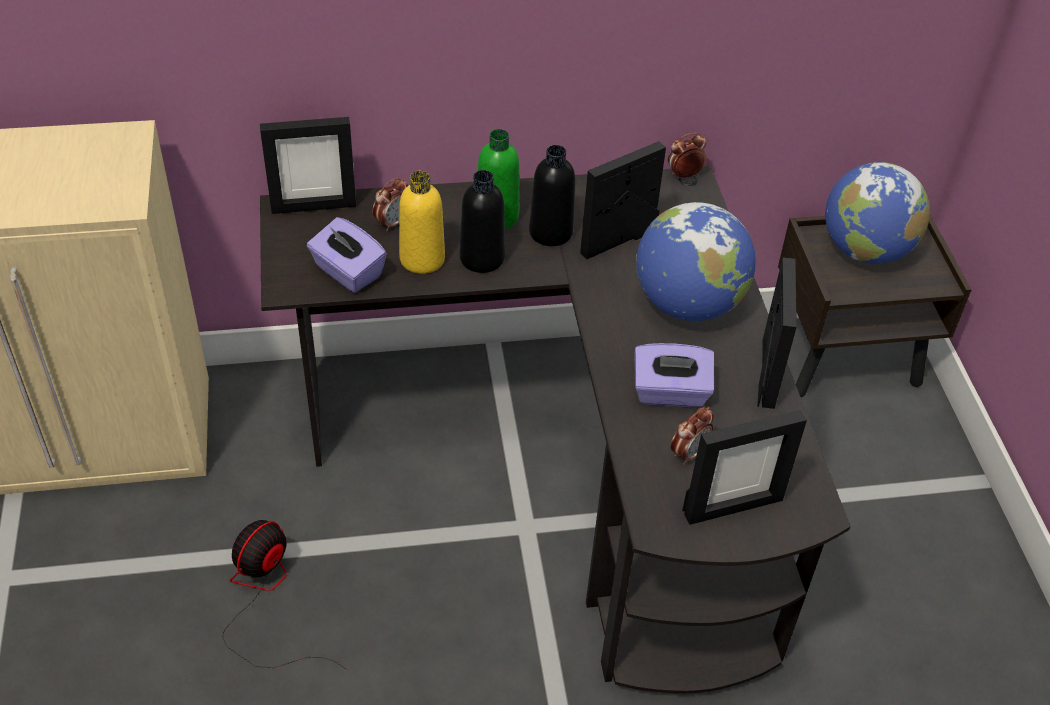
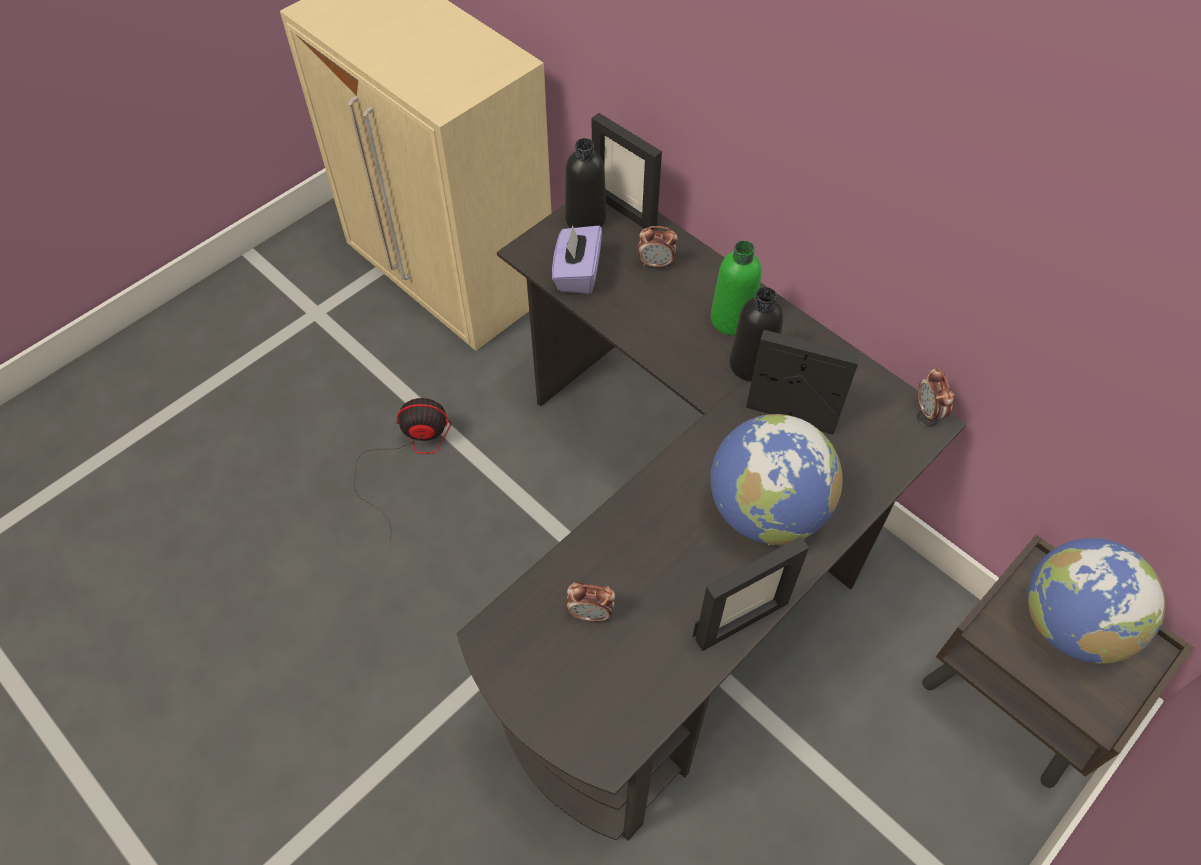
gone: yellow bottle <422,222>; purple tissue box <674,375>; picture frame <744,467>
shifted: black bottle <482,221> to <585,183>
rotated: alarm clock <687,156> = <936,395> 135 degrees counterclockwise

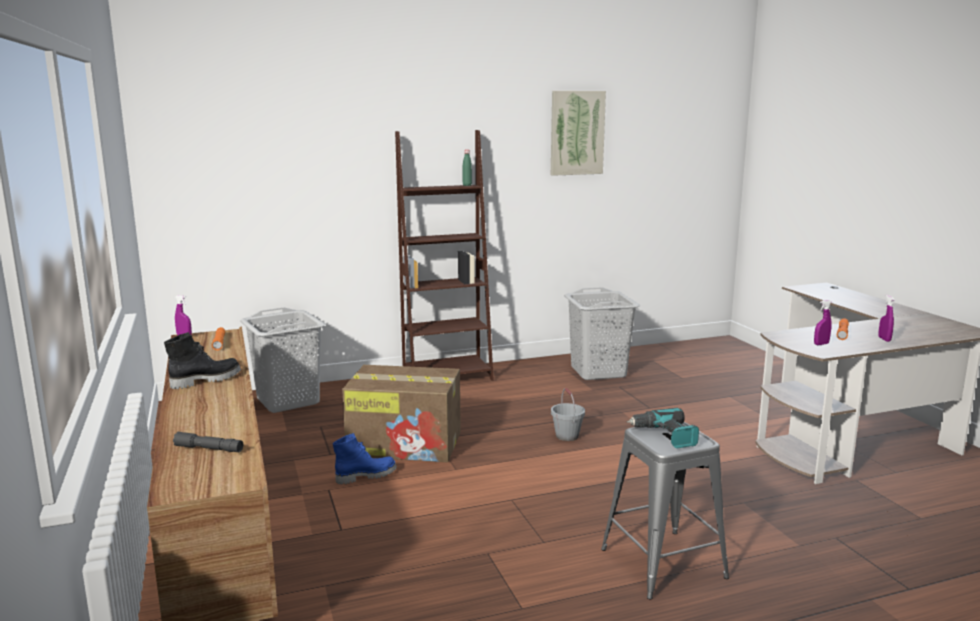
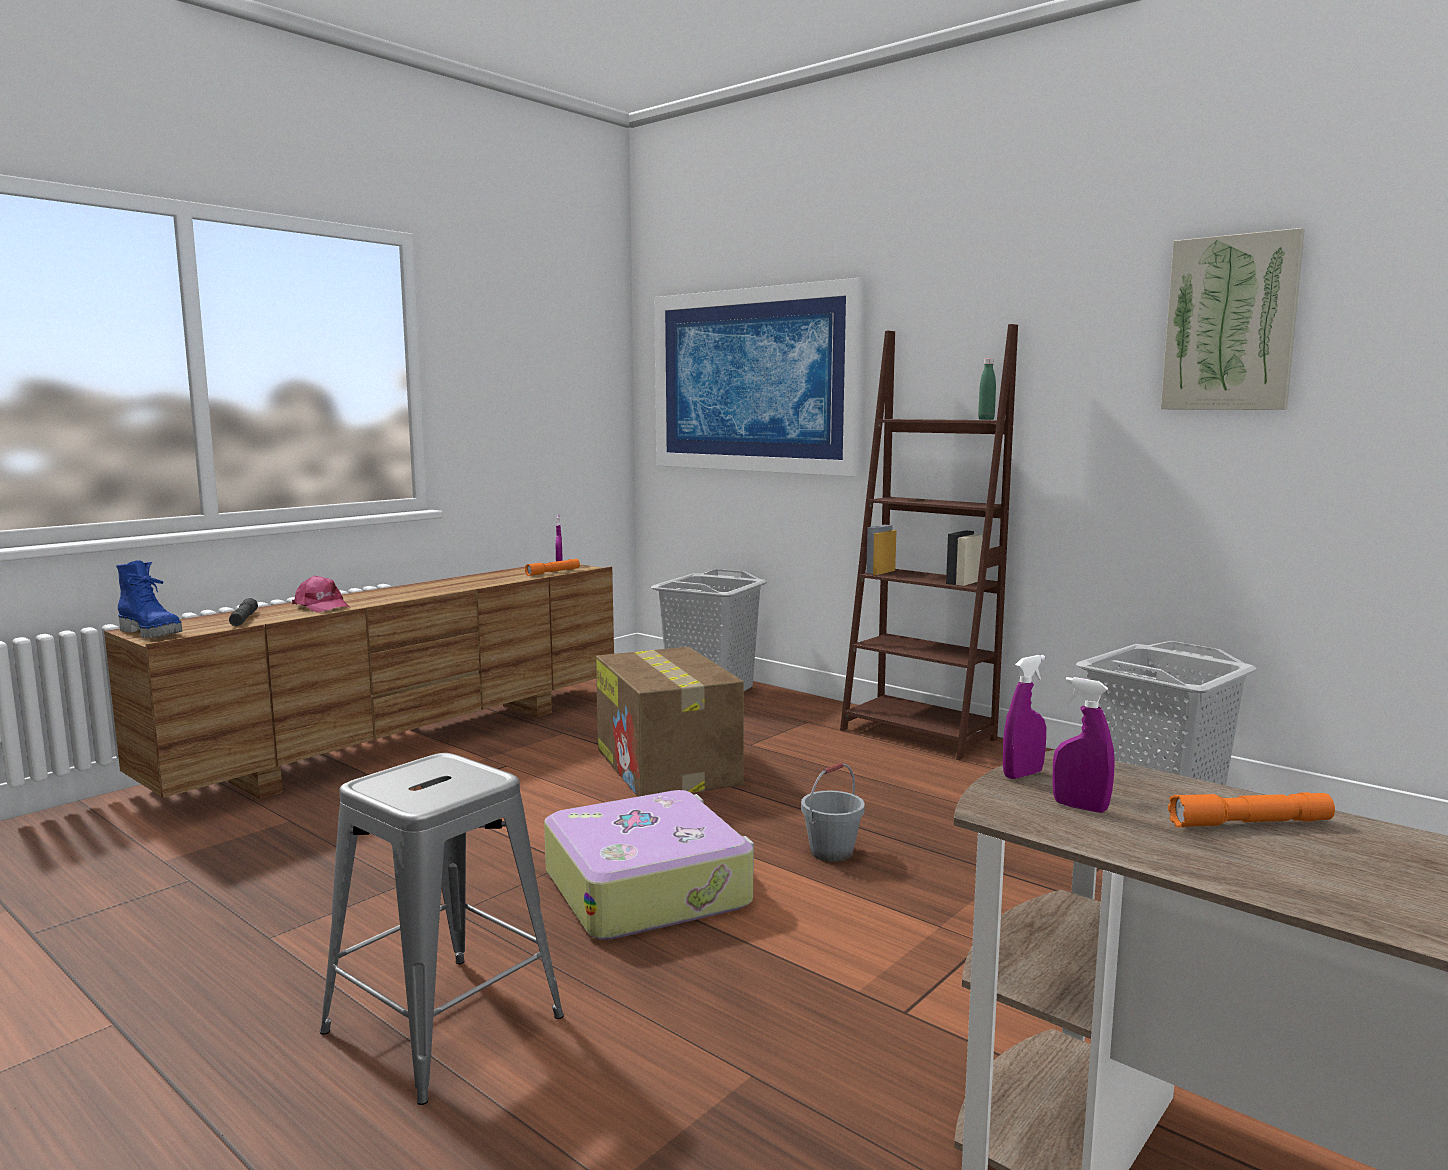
gone: black boot <202,360>; power drill <663,428>
new: pink cap <321,594>; suitcase <649,865>; picture <760,377>
shifted: blue boot <365,459> to <149,599>; purple spray bottle <886,318> to <1024,717>

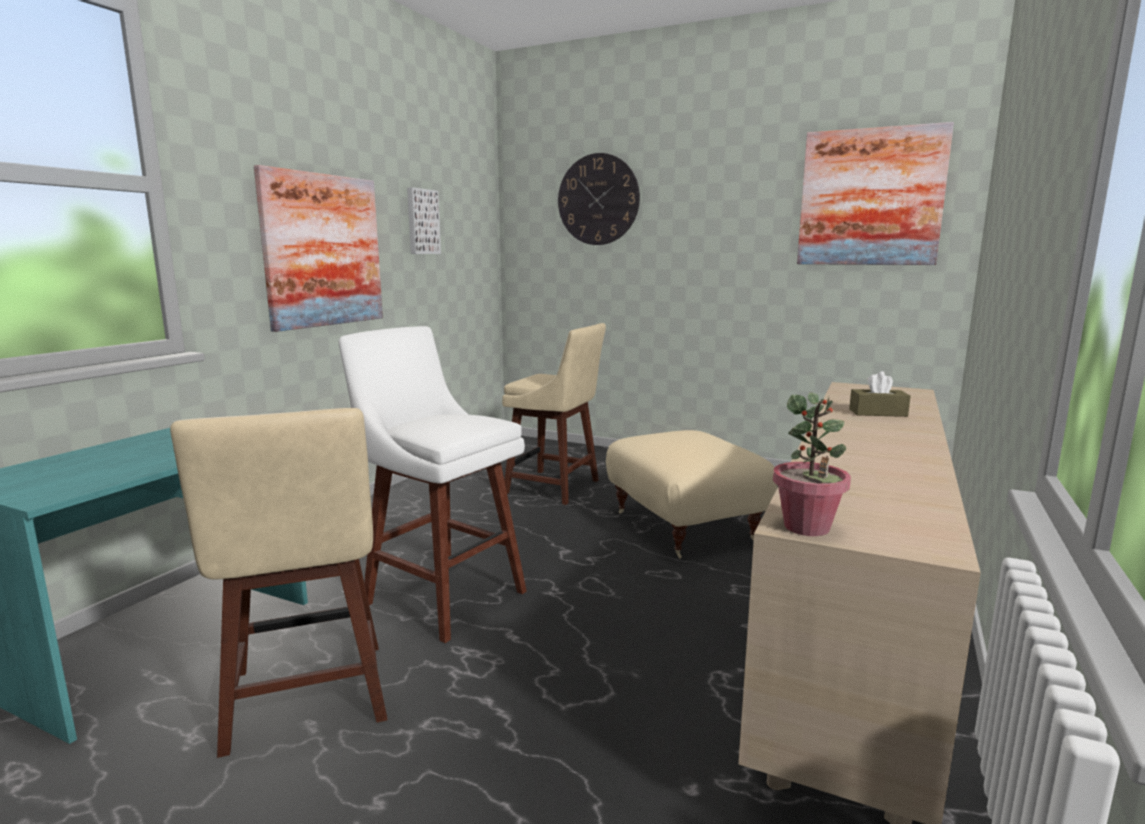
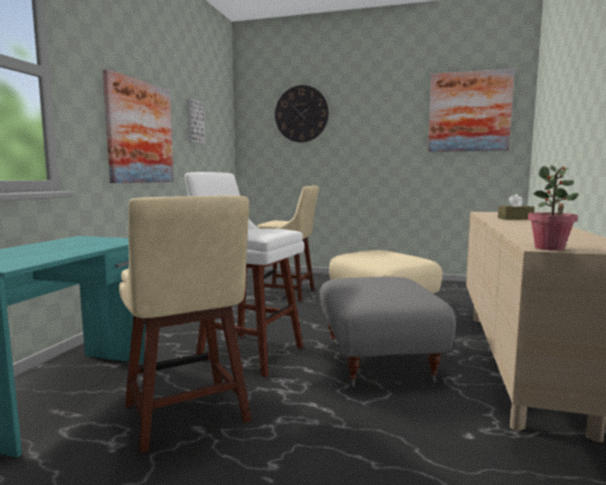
new: grey ottoman <388,332>

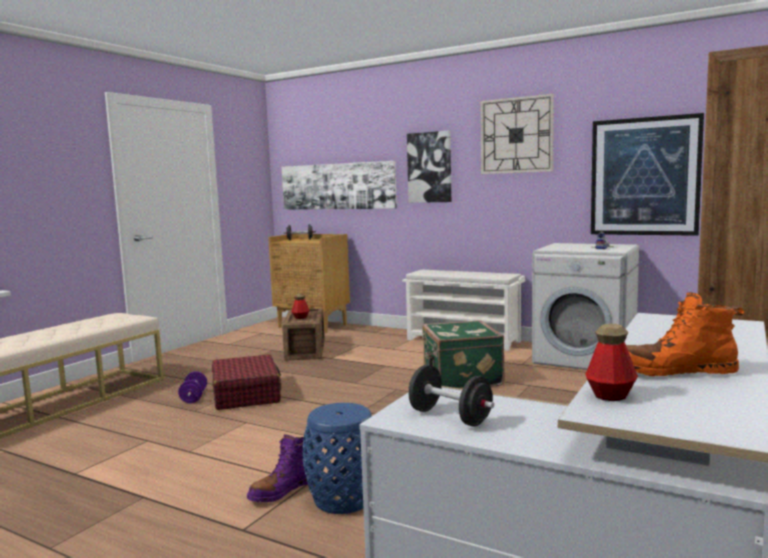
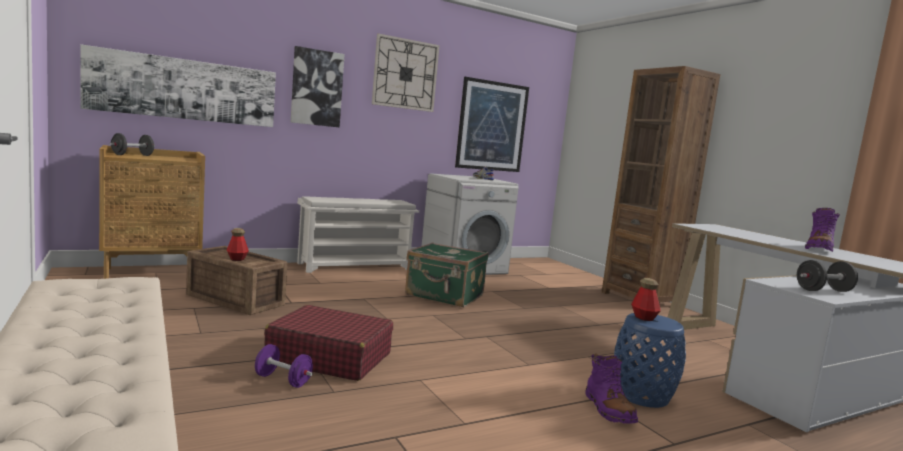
shifted: bottle <611,362> to <646,299>
repainted: orange boot <685,334> to purple boot <822,230>

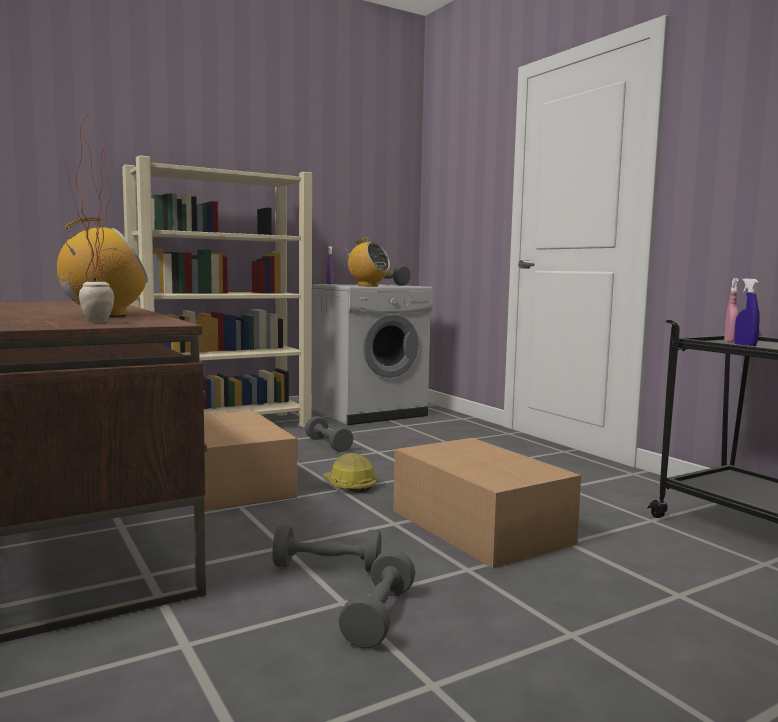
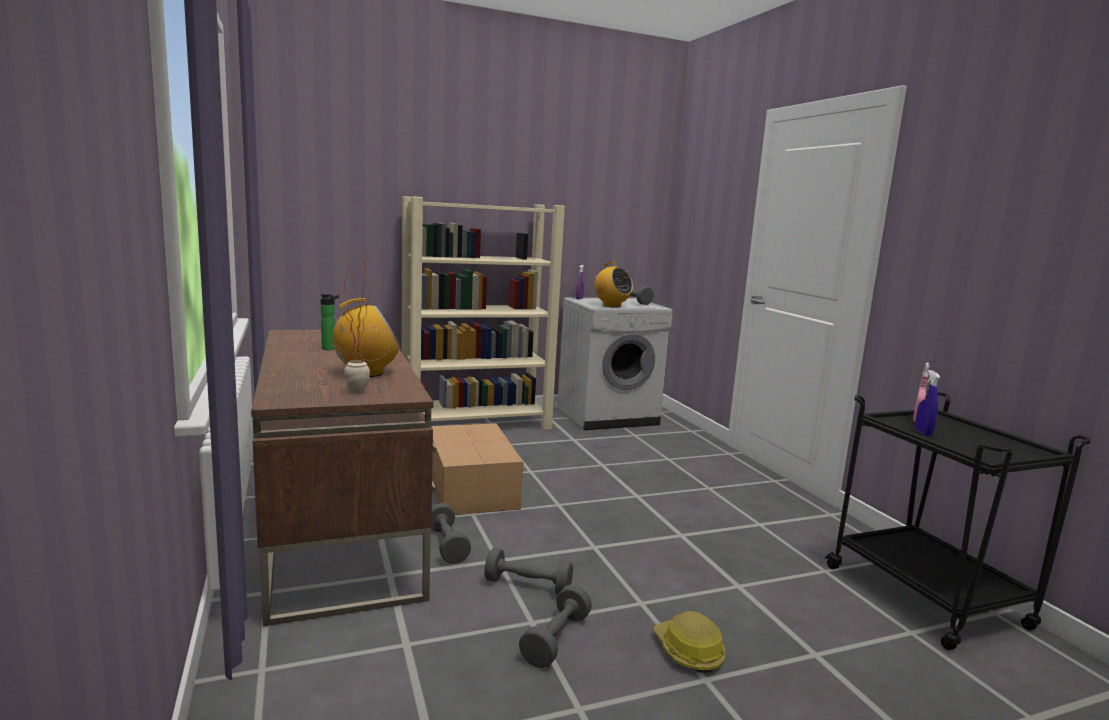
gone: cardboard box <487,503>
new: bottle <330,322>
shifted: grey dumbbell <329,434> to <451,533>; hard hat <350,473> to <690,642>

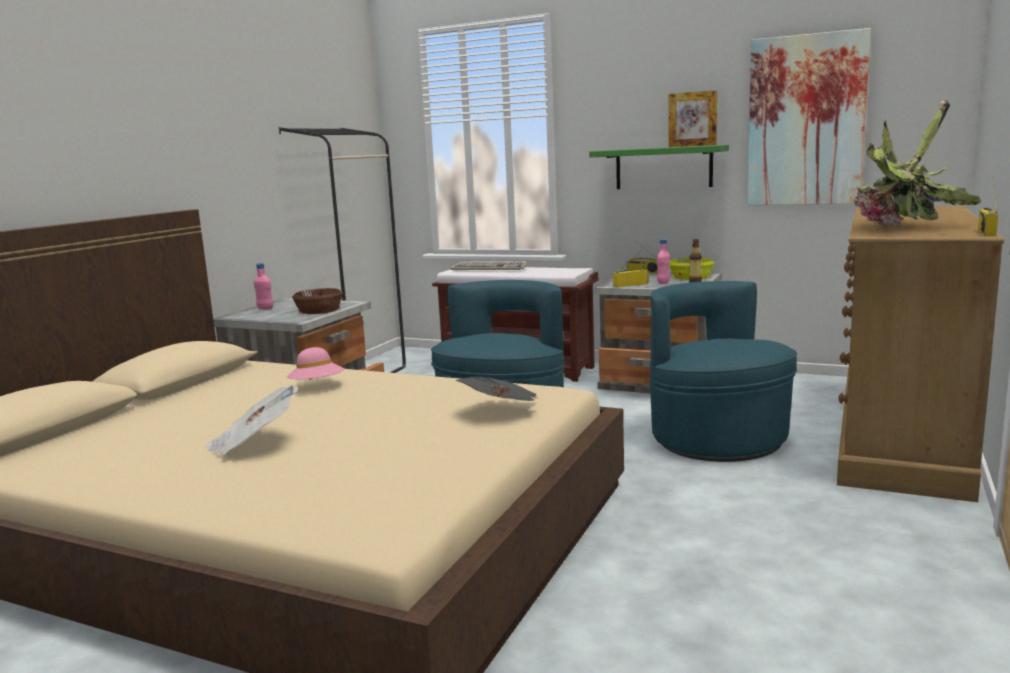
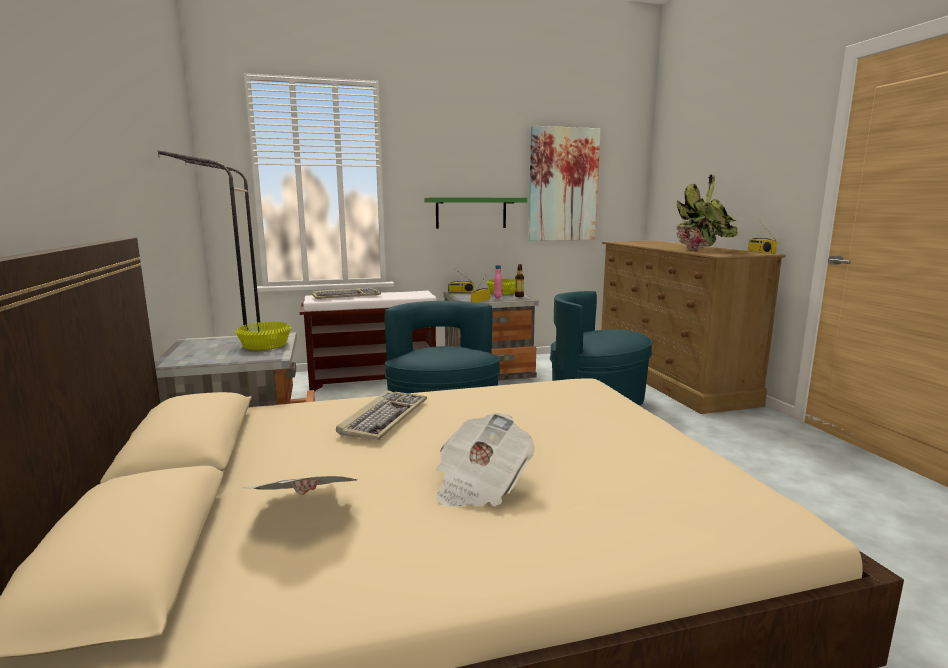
gone: pink bottle <263,286>; picture frame <693,118>
shifted: newspaper <496,389> to <299,485>
swapped: pink hat <315,363> to keyboard <381,415>
repainted: brown bowl <317,301> to yellow bowl <263,336>

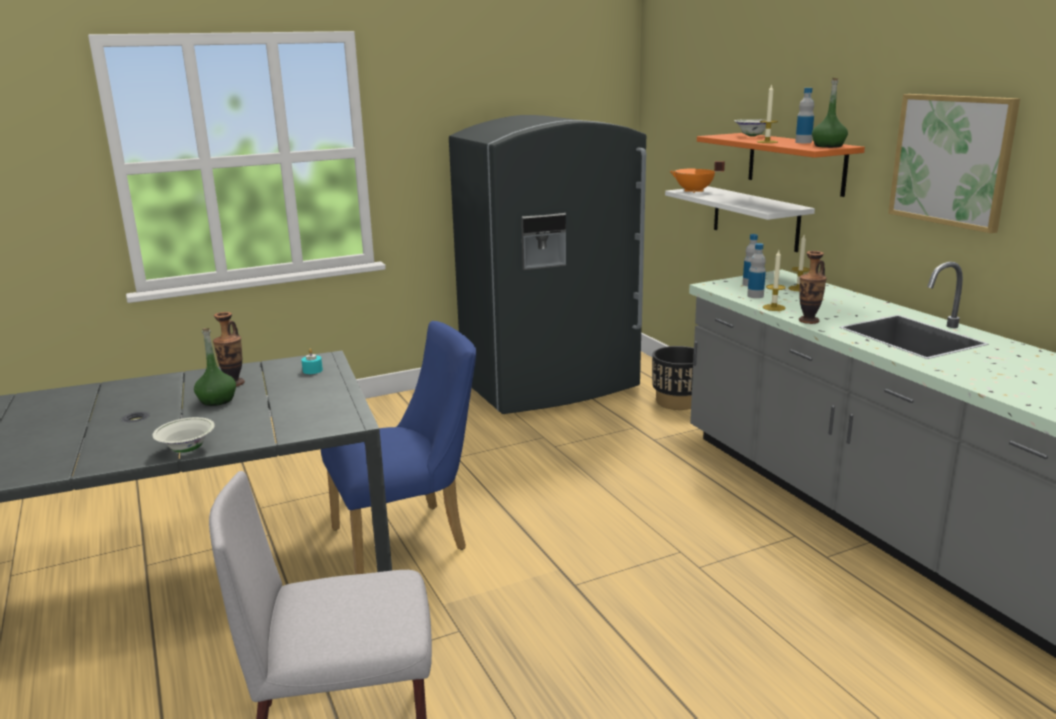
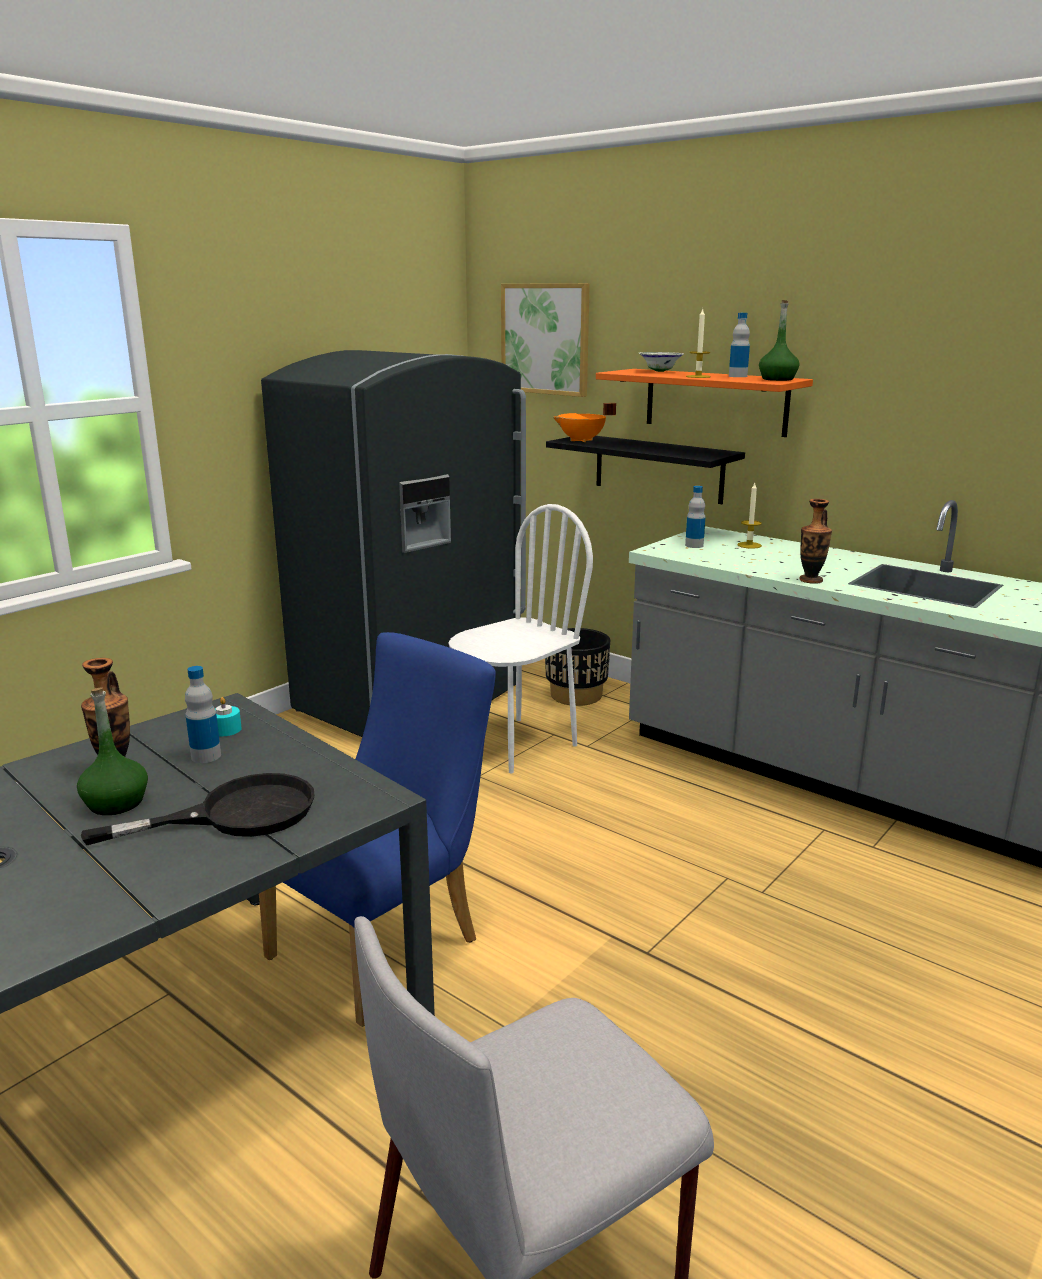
gone: white bowl <183,435>; candle <774,280>
new: black frying pan <198,809>; white chair <521,638>
shifted: bottle <756,270> to <203,714>; picture <954,163> to <545,340>
repainted: white shelf <740,219> to black shelf <645,470>

